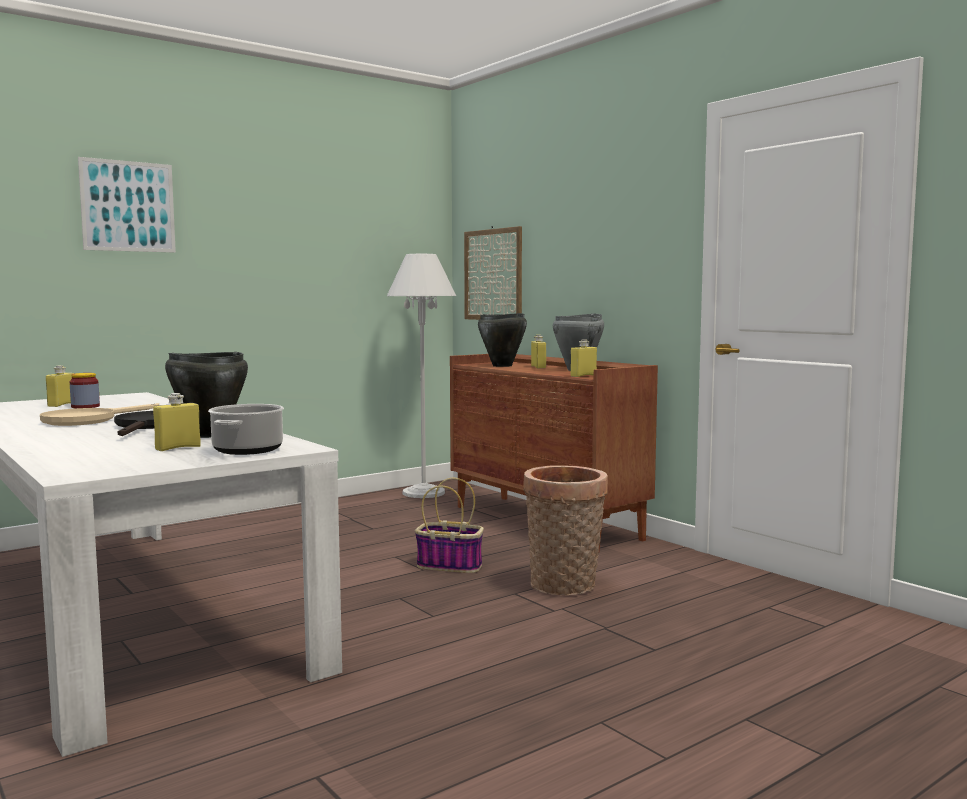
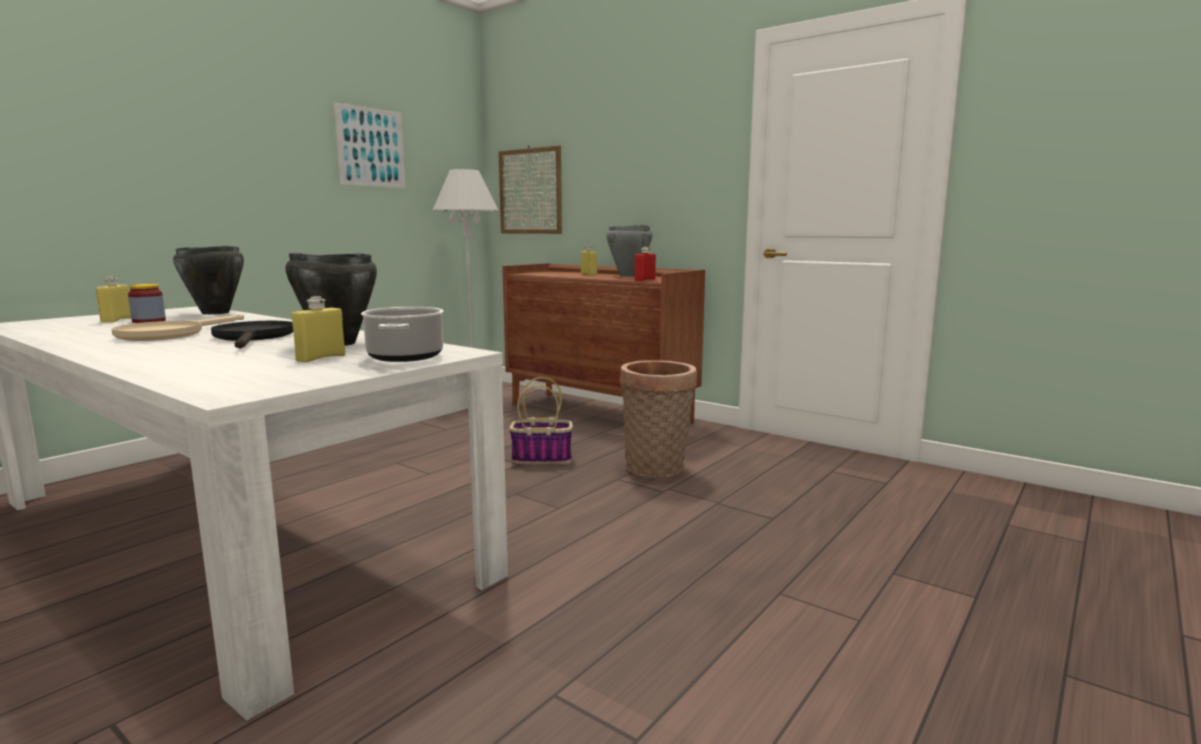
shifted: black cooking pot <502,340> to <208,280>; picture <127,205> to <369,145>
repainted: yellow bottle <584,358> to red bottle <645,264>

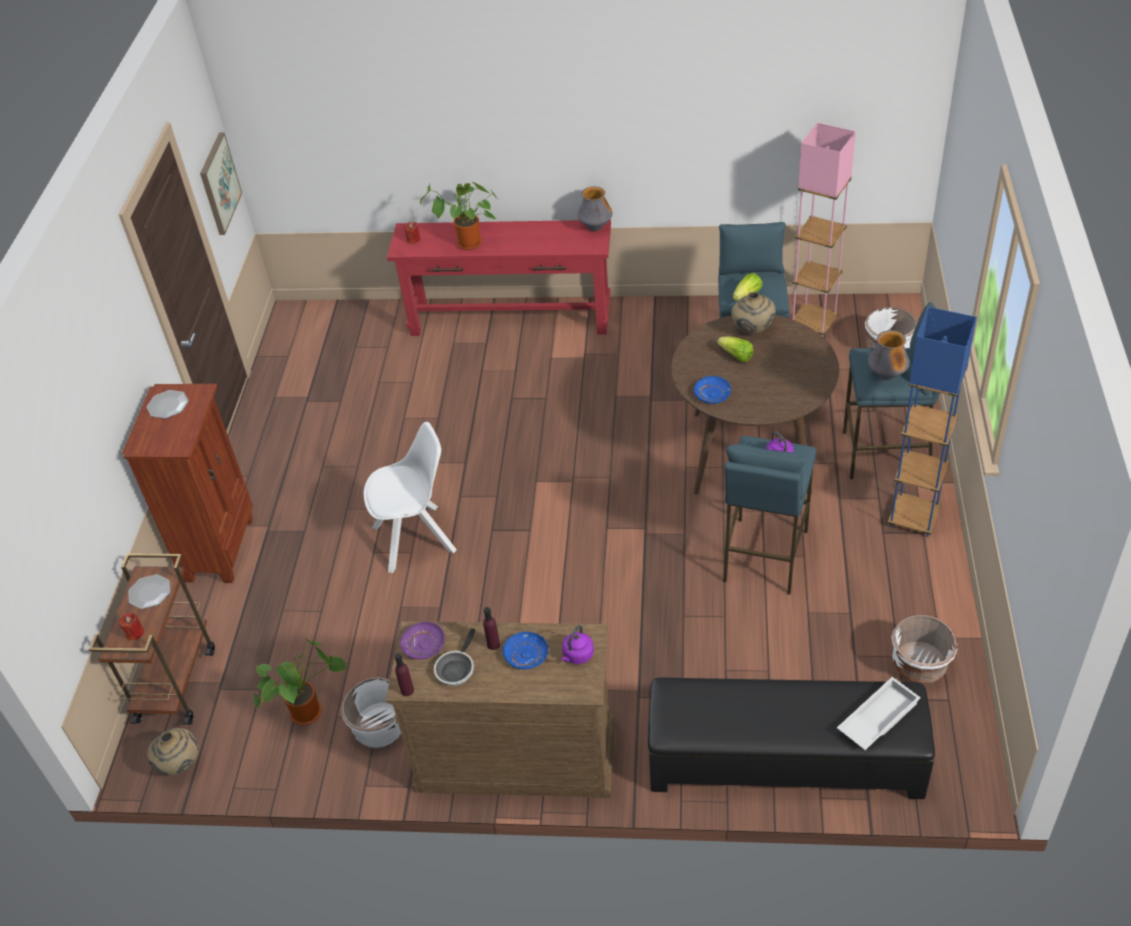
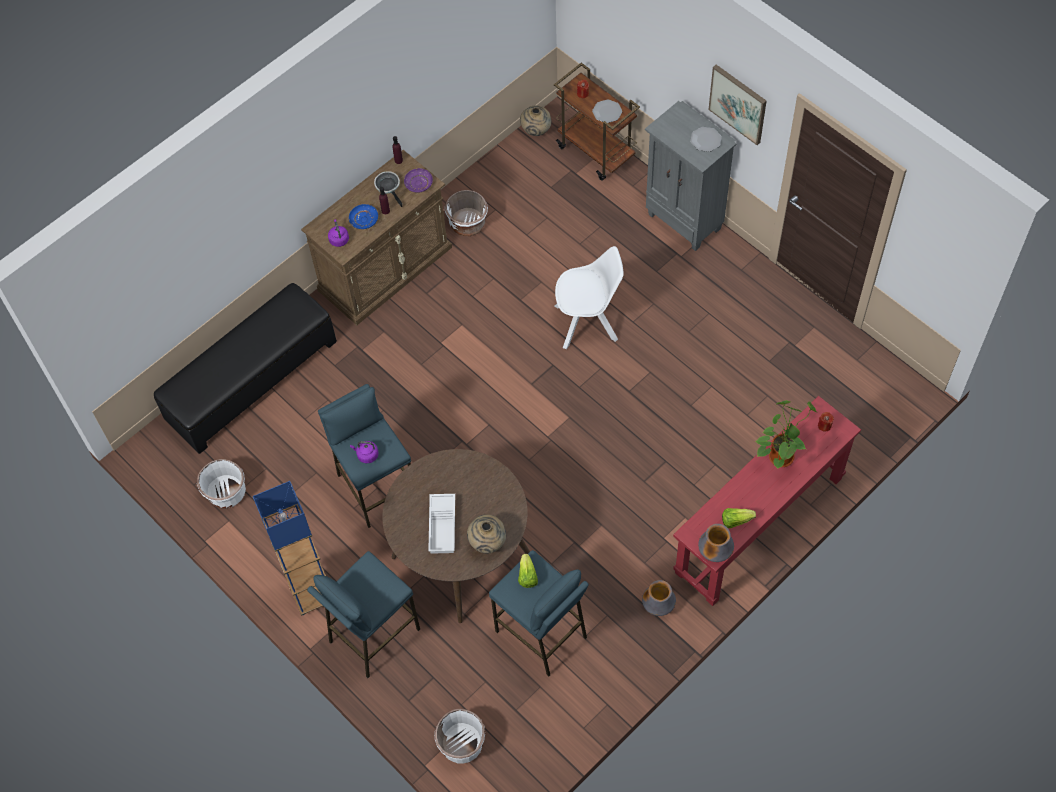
gone: potted plant <300,681>; blue plate <712,390>; pink floor lamp <824,229>
shifted: white tray <879,713> to <441,524>; vase <889,355> to <659,598>; picture <221,183> to <737,105>; lettuce <735,349> to <739,518>
repainted: brown cabinet <187,483> to grey cabinet <690,176>
rotated: white chair <410,497> = <589,297> 120 degrees counterclockwise

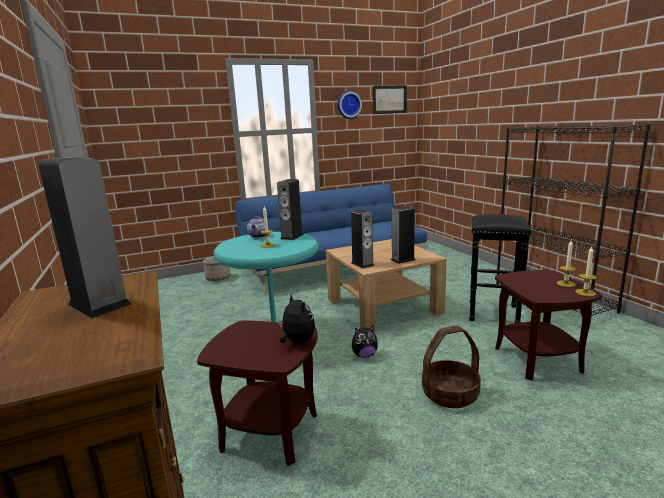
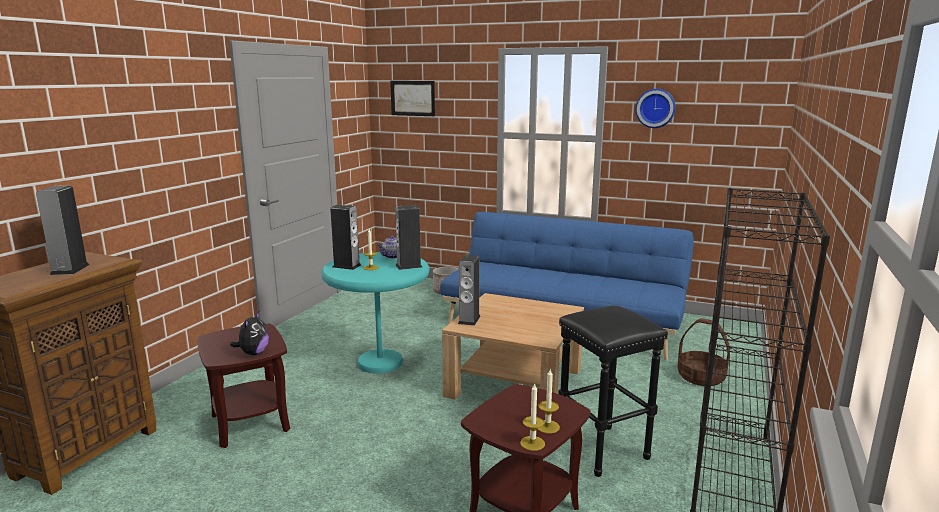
gone: plush toy <365,341>
shifted: speaker <403,235> to <345,237>; picture <390,99> to <412,98>; basket <451,366> to <703,352>

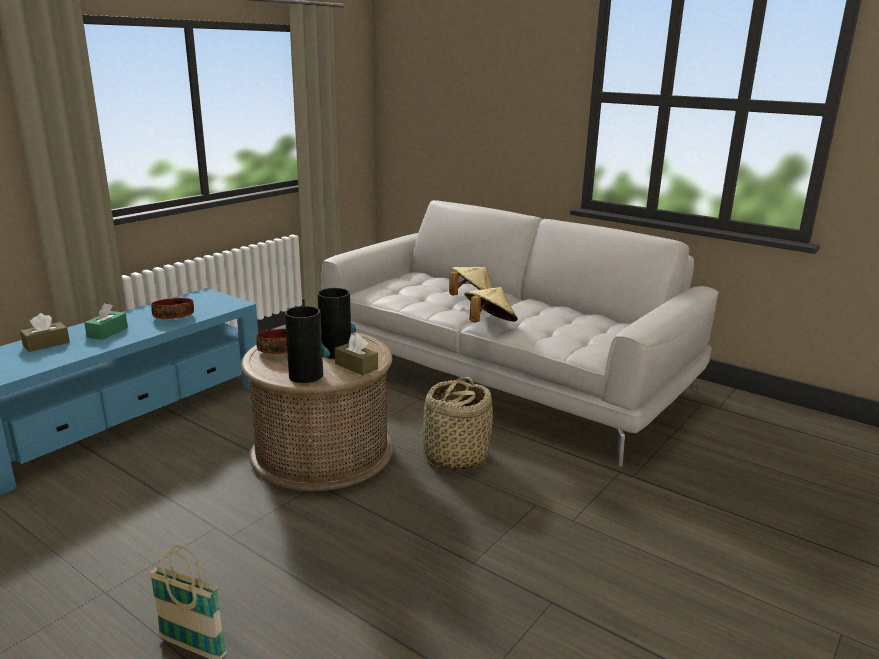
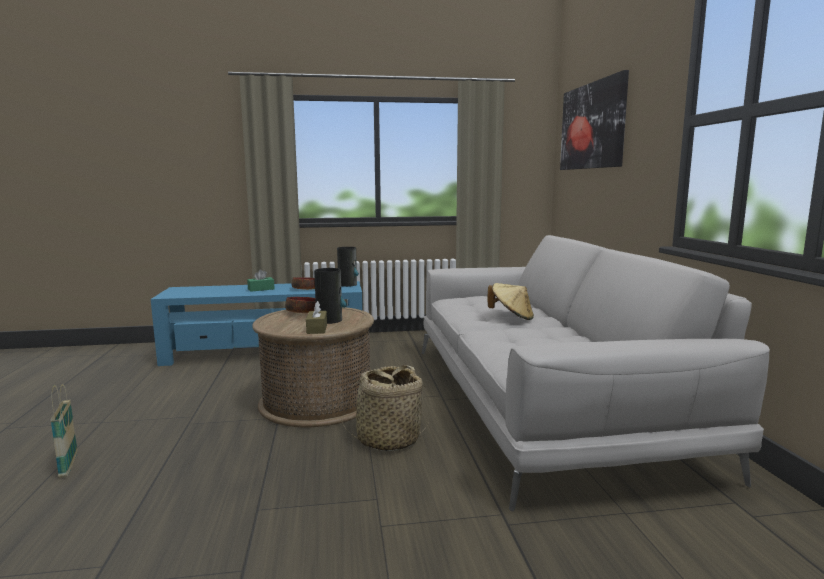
gone: brown tissue box <45,332>; beige hat <491,305>
new: picture <594,120>
shifted: vase <307,344> to <348,267>

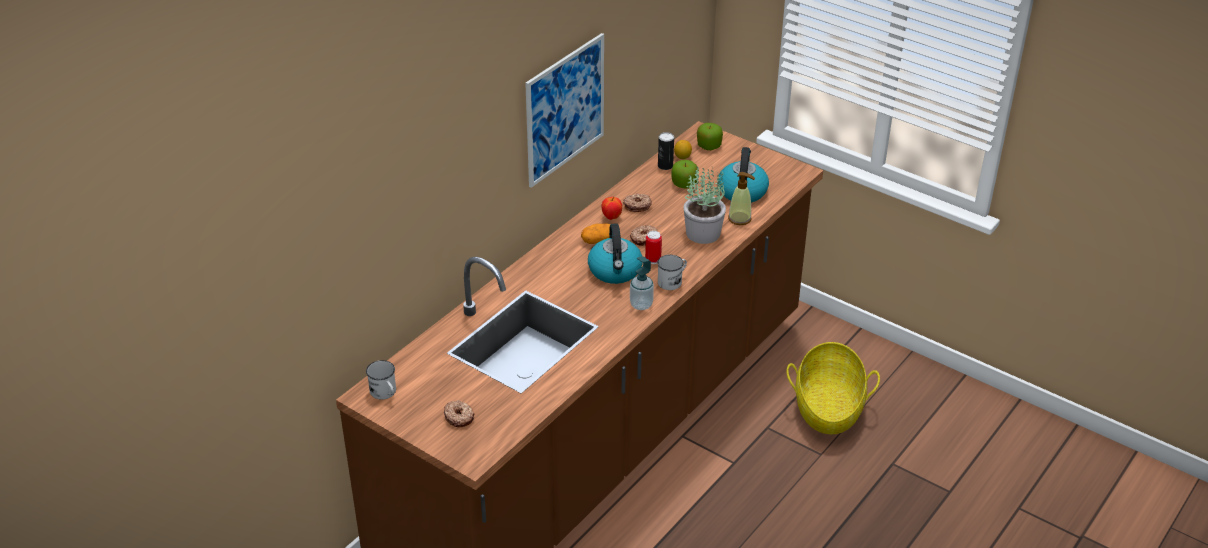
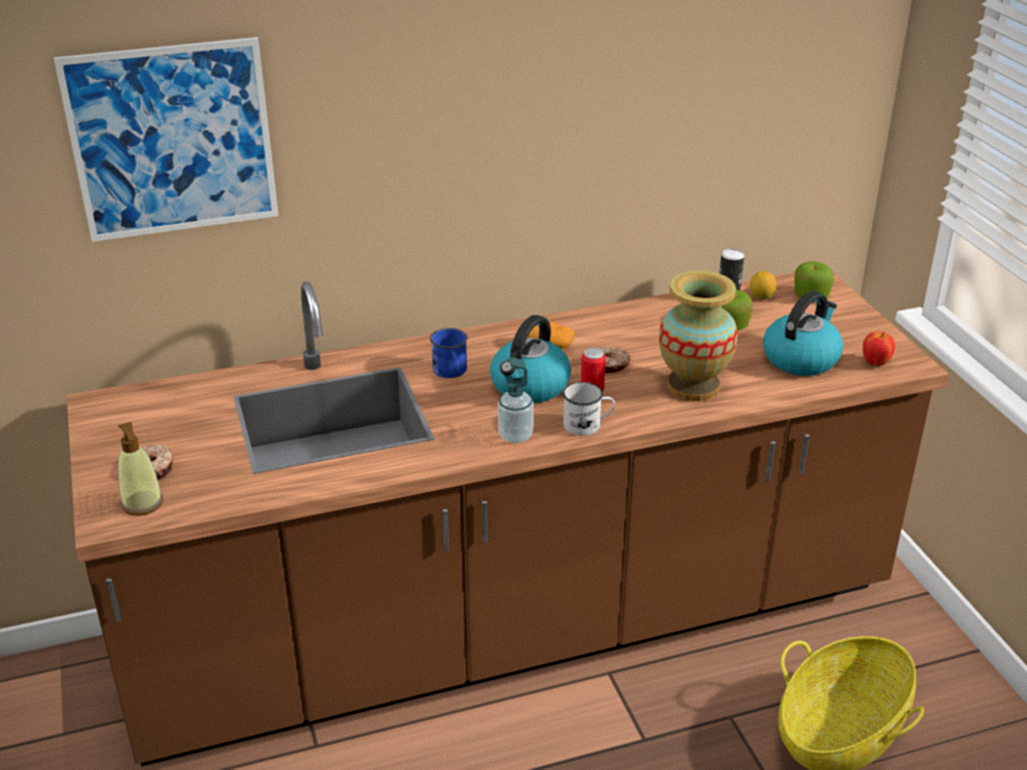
gone: white mug <381,380>; donut <637,202>
new: blue mug <449,353>
shifted: picture <564,110> to <166,139>; soap dispenser <741,198> to <140,469>; apple <611,208> to <879,349>
swapped: potted plant <704,205> to vase <698,335>

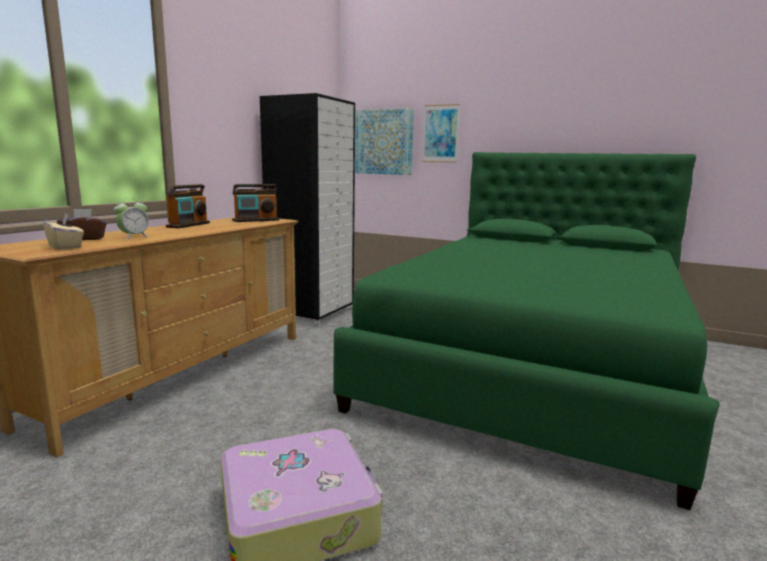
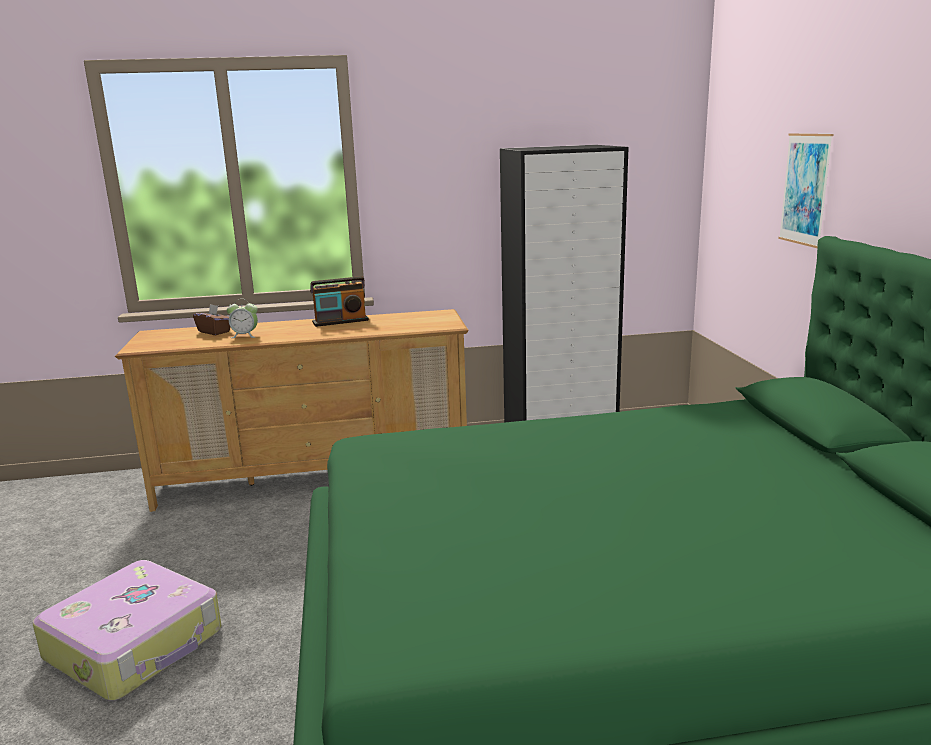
gone: beige tissue box <63,231>; radio <255,203>; picture <384,141>

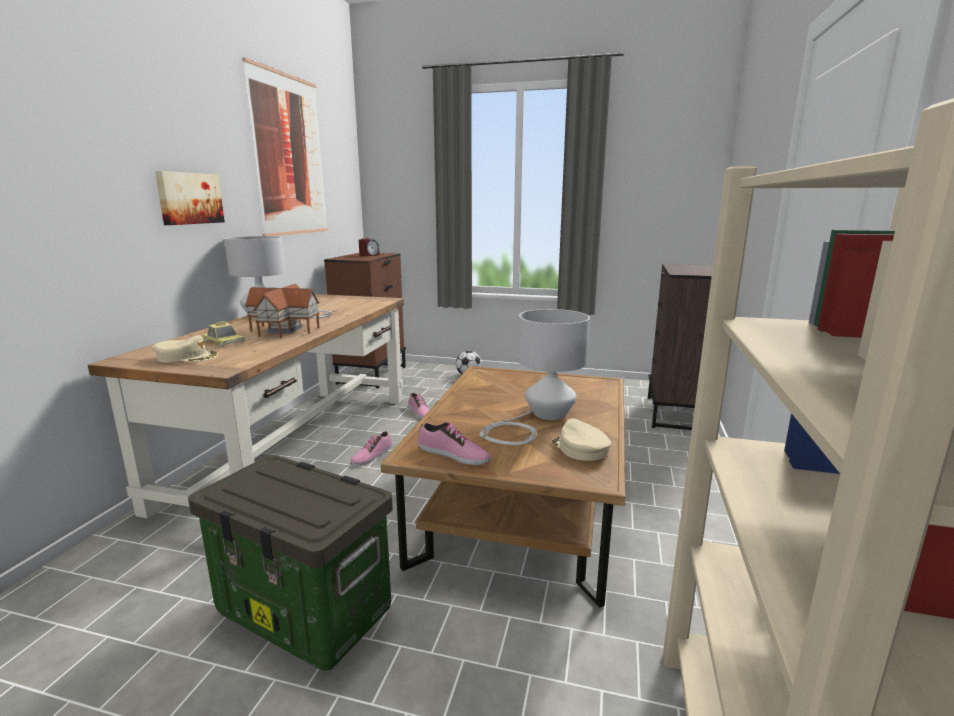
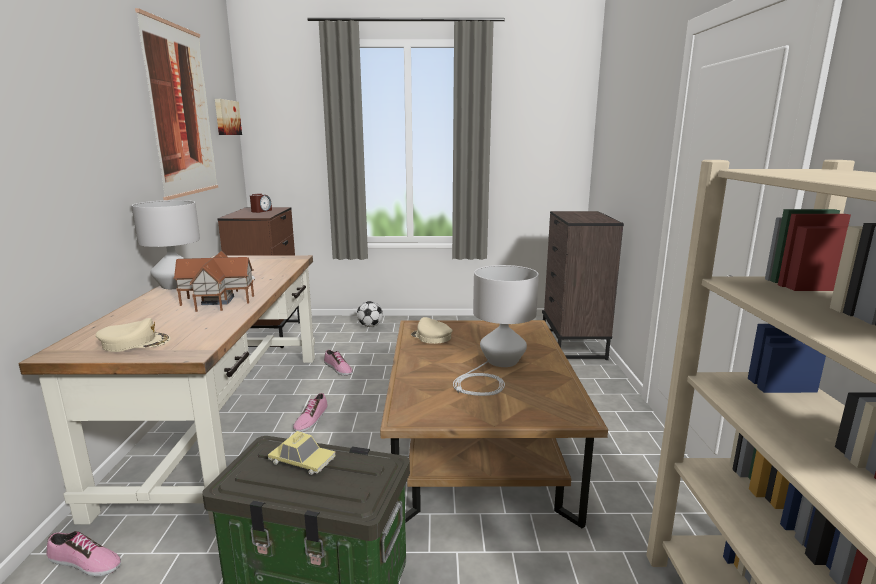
shifted: shoe <454,444> to <84,554>; picture <190,198> to <228,117>; toy car <223,334> to <302,453>; beige cap <582,440> to <431,330>

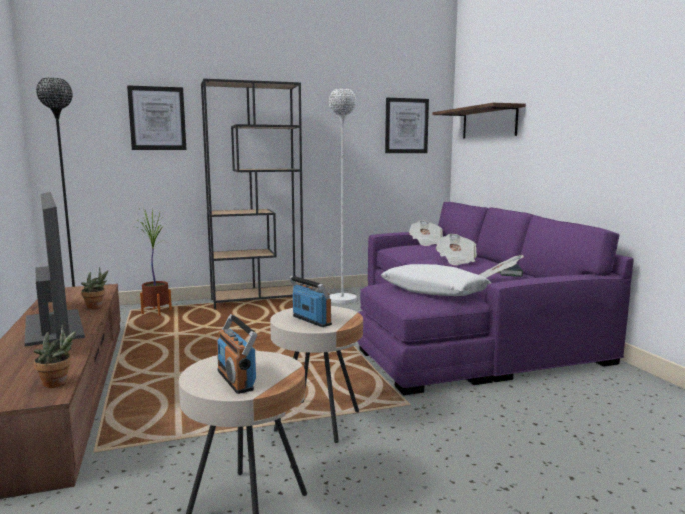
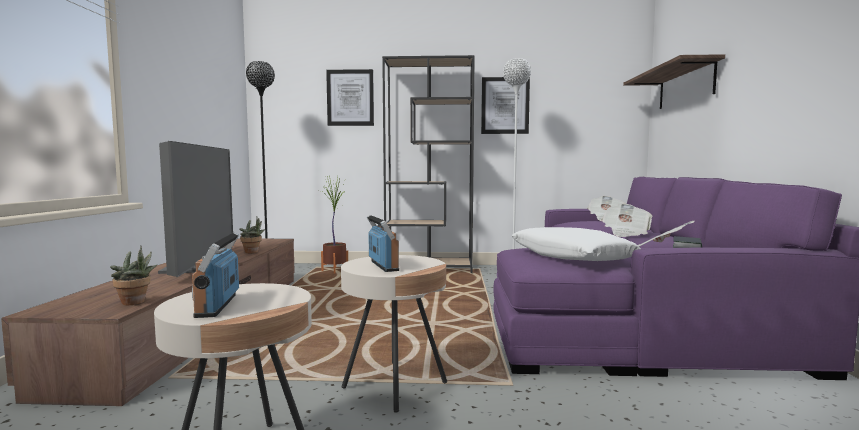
shifted: picture <407,125> to <505,105>

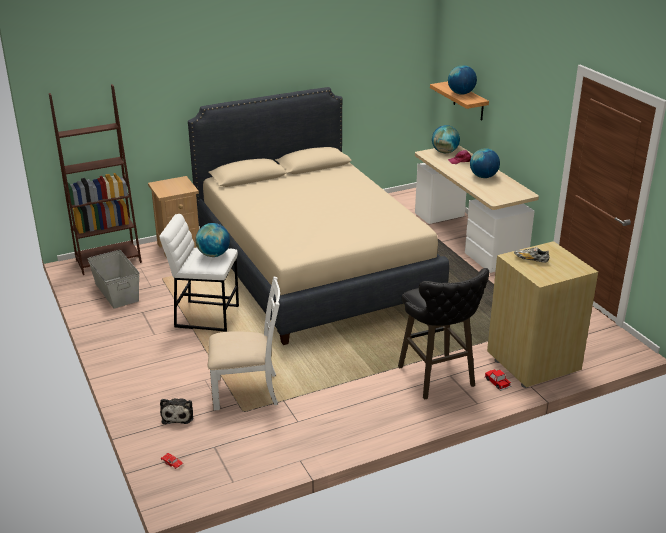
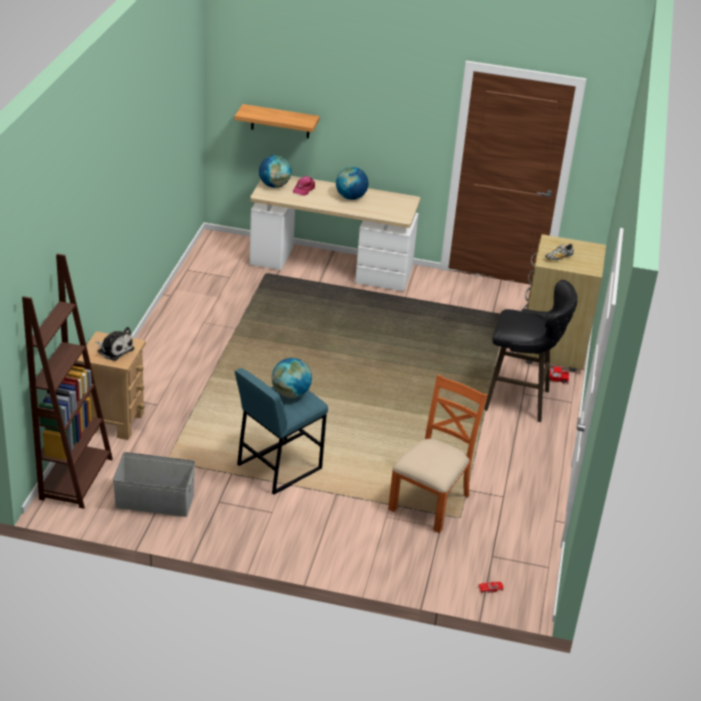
gone: beige bed <318,216>; globe <462,80>
shifted: plush toy <176,411> to <114,344>
repainted: white stool <199,273> to blue stool <281,431>; white chair <244,343> to orange chair <438,454>

